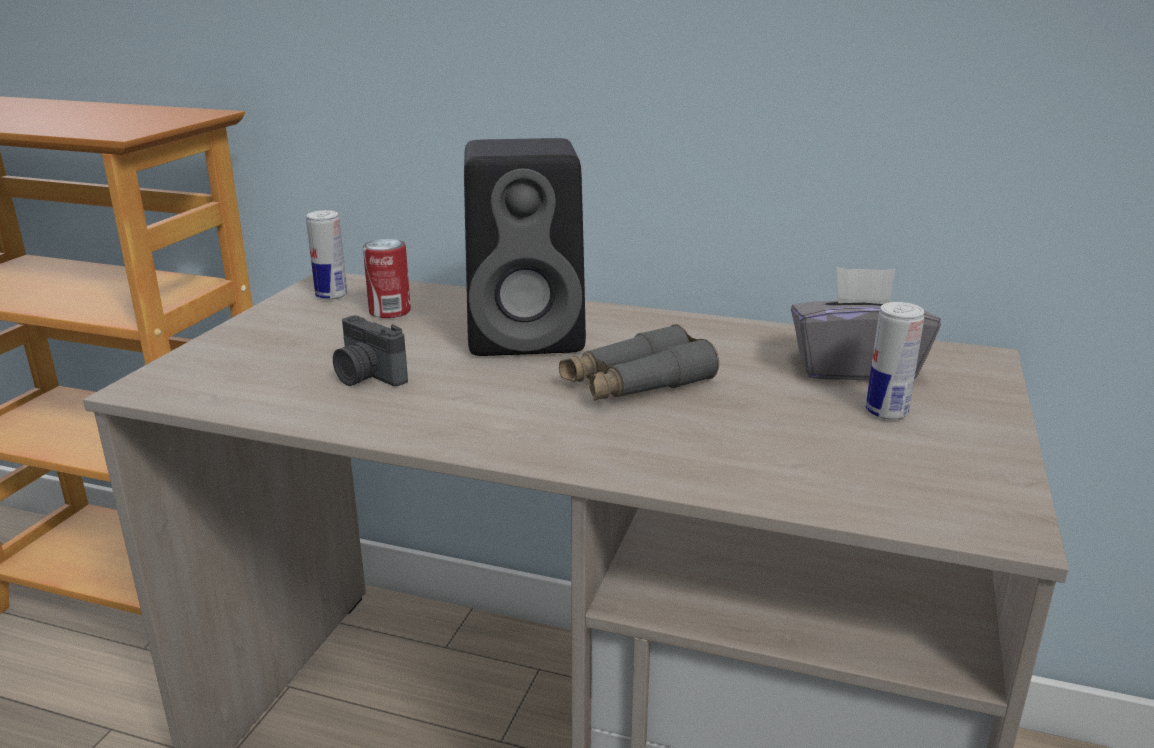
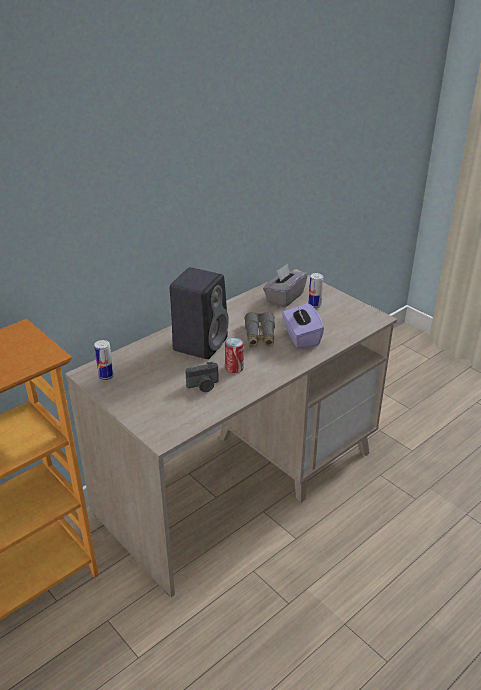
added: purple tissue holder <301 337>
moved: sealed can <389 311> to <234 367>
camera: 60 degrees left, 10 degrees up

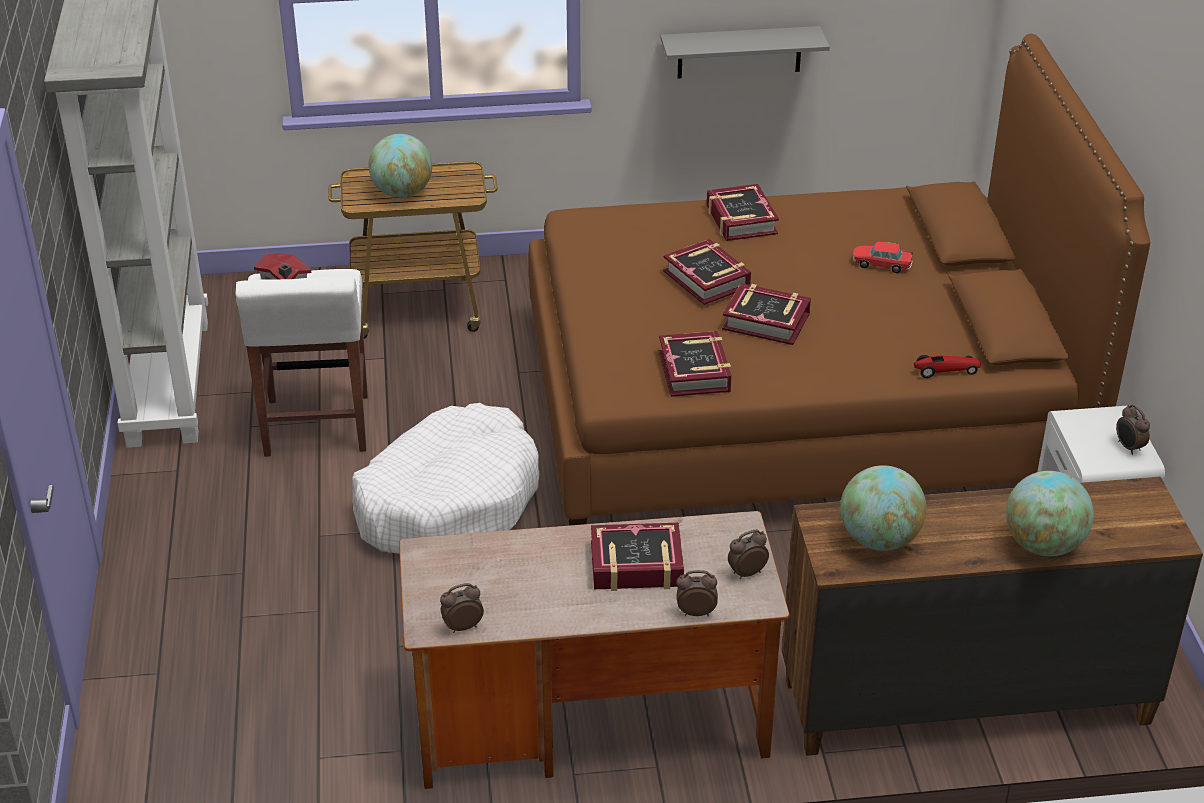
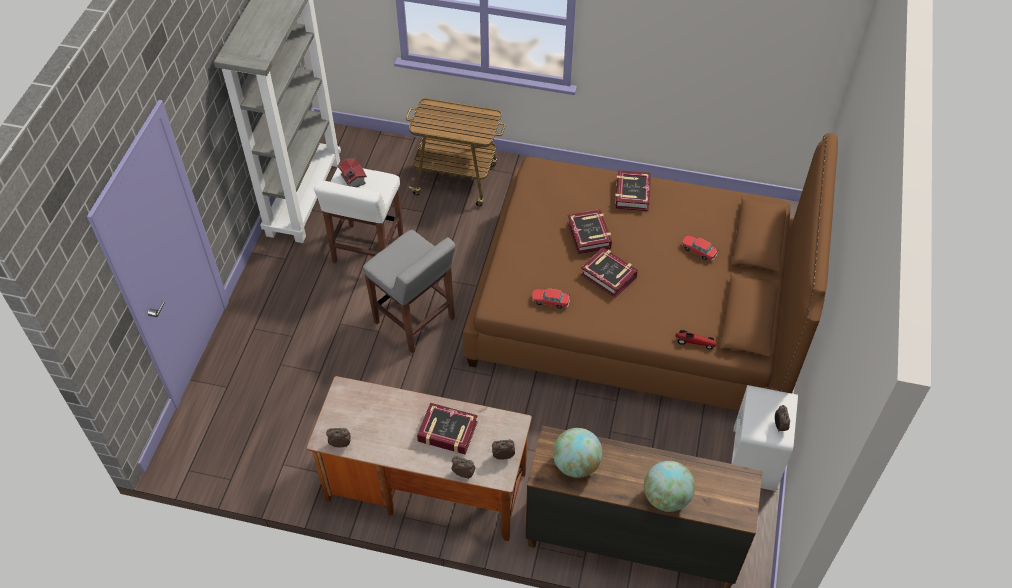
removed: gray bracket shelf <739 52>; desk globe <402 193>
replaced: volume <695 371> to model car <550 301>; white-coloured dog cushion <448 502> to gray stool seat <415 321>
camera: 20 degrees right, 15 degrees up

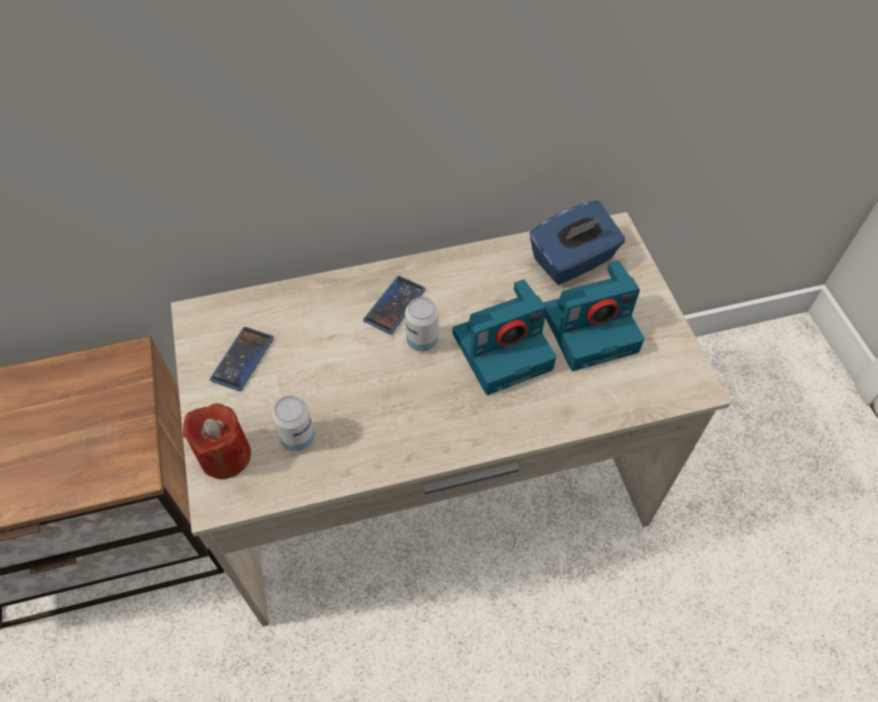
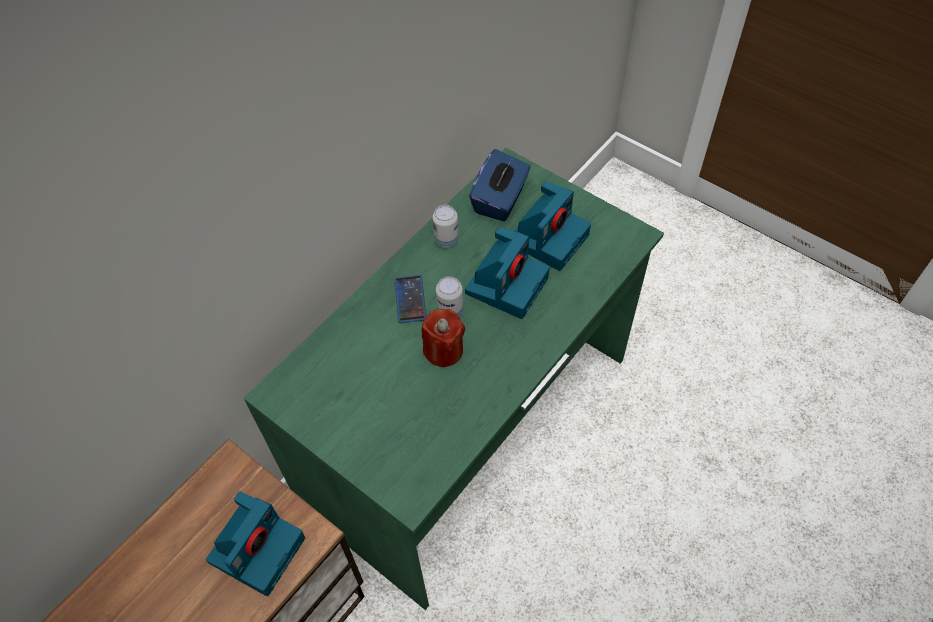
removed: handset <242 359>
added: photo camera <257 547>
moved: sealed can <298 438> to <446 240>; reddish wax light <225 456> to <443 350>
recoloured: beige desk table <439 491> to green-coloured desk table <471 431>
camera: 35 degrees left, 0 degrees up

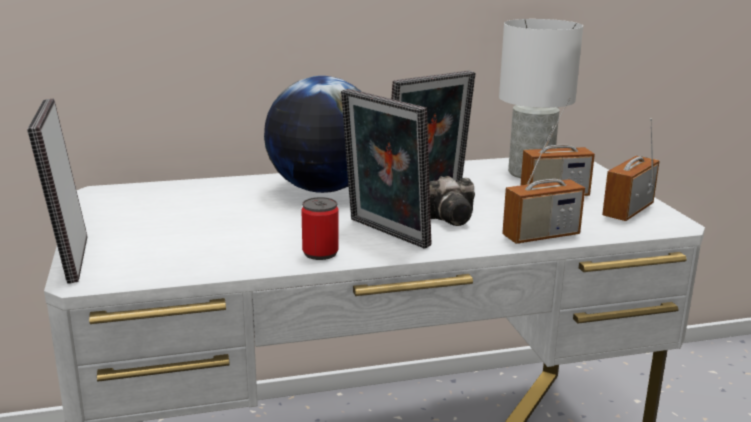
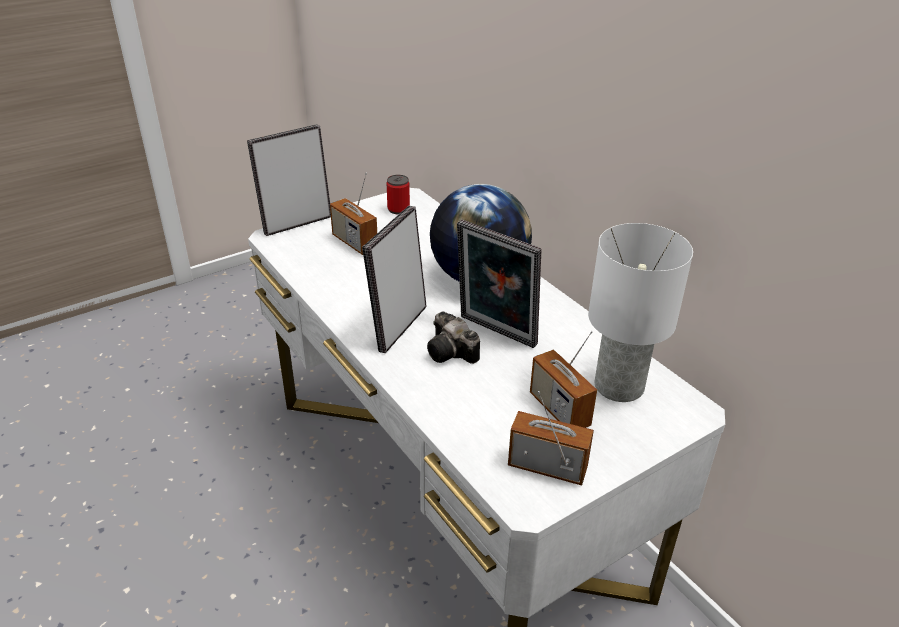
moved: radio <541 236> to <354 243>; sealed can <320 253> to <398 209>
camera: 70 degrees right, 15 degrees up

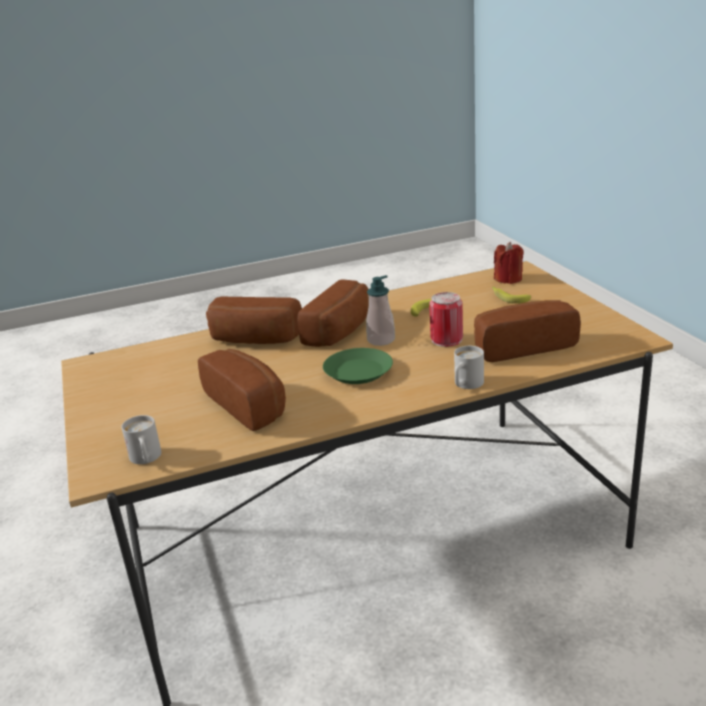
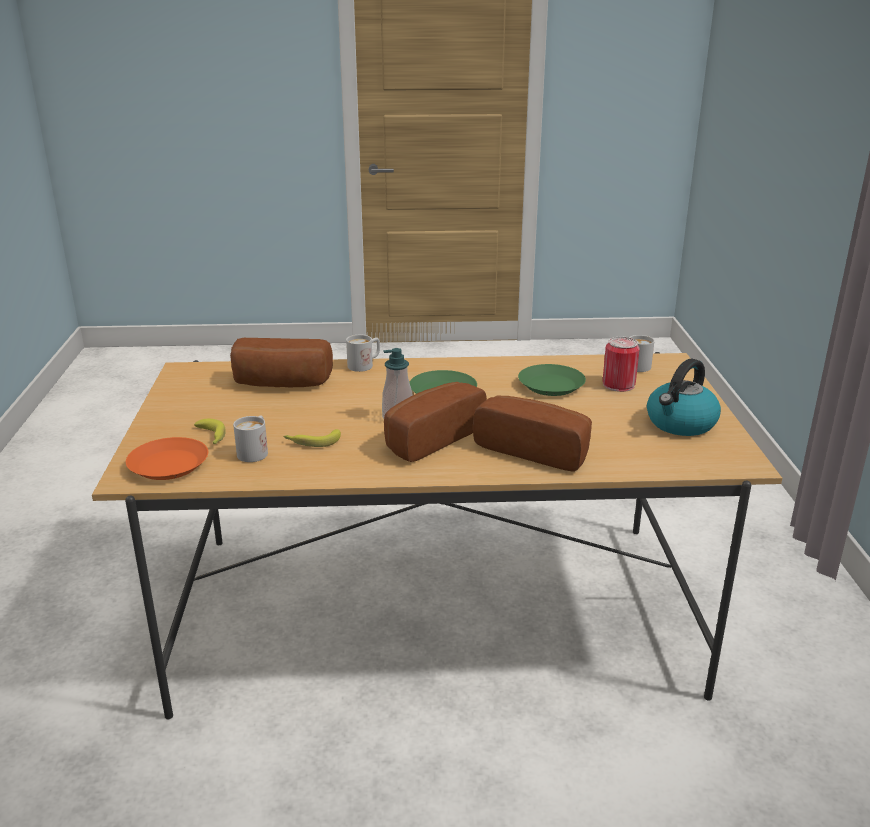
added: tea kettle <680 424>; white-coloured tea mug <255 451>
moved: sealed can <446 339> to <618 385>
replaced: reddish wax light <508 279> to orange-coloured dinner plate <168 465>; baked bread <249 404> to green-coloured dinner plate <551 385>
camera: 165 degrees left, 0 degrees up

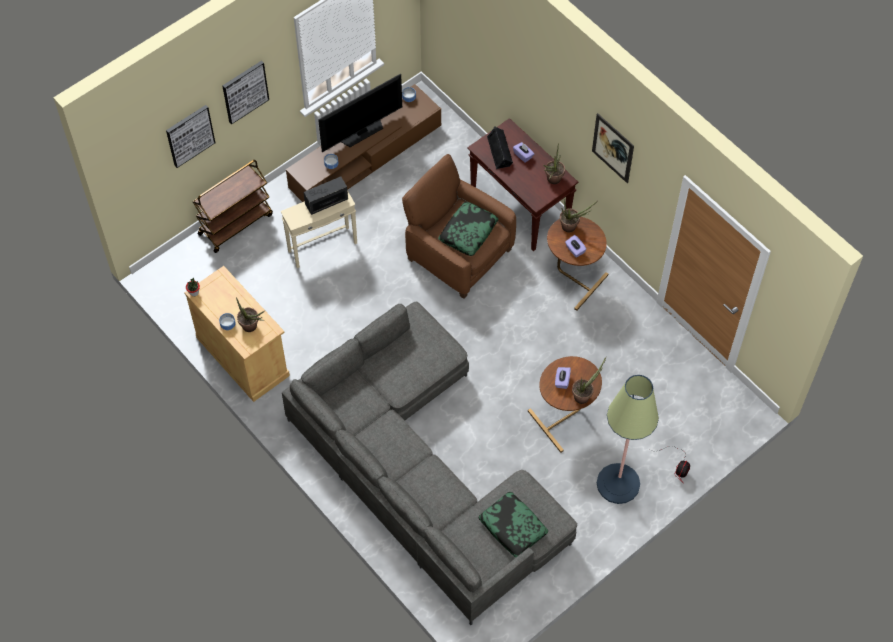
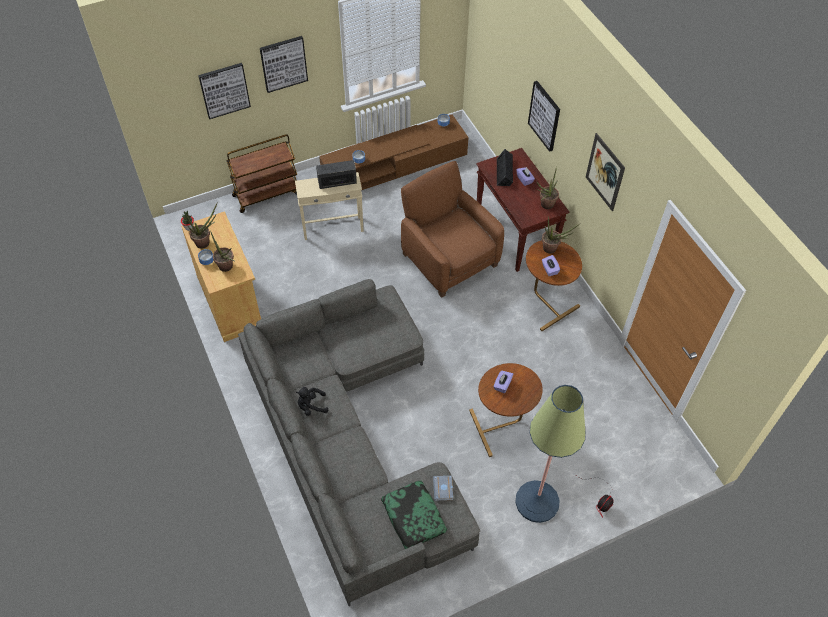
removed: TV <361 132>; pillow <468 232>
added: picture <545 116>; black soft toy <311 406>; gray volume <444 489>
moved: plant in a pot <584 395> to <205 242>
camera: 15 degrees right, 5 degrees down

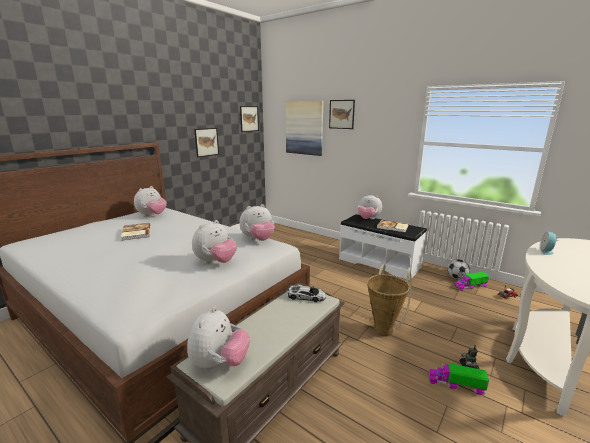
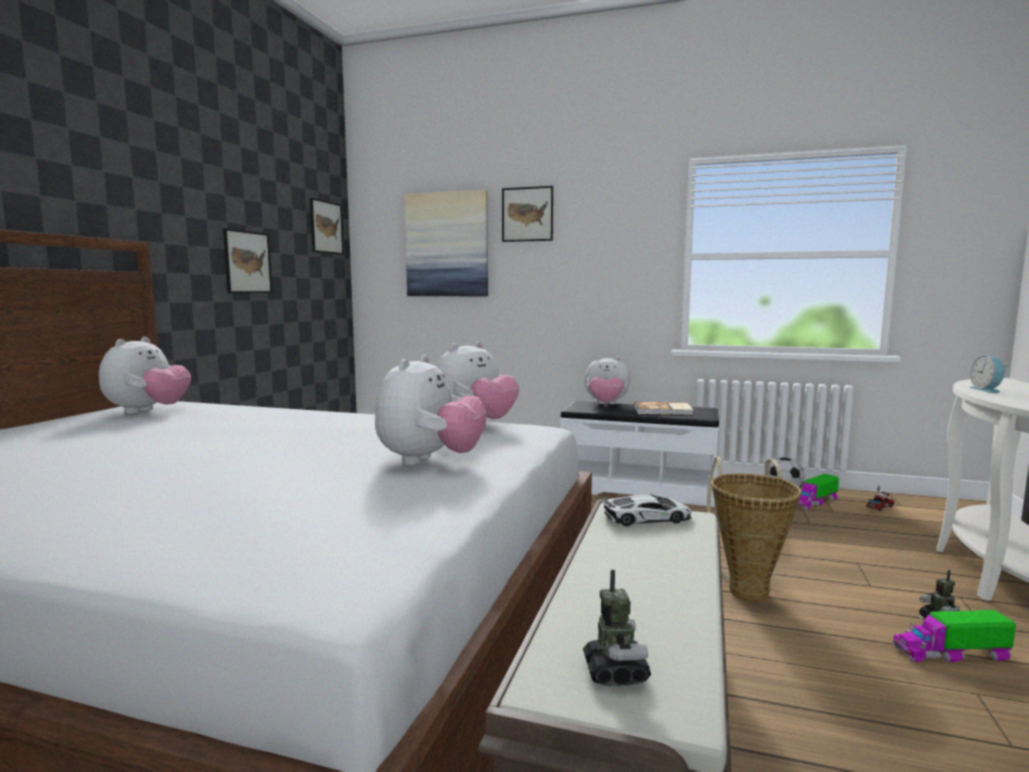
removed: volume <135 233>
replaced: soft toy <219 363> to robot figure <615 672>
camera: 20 degrees left, 10 degrees down

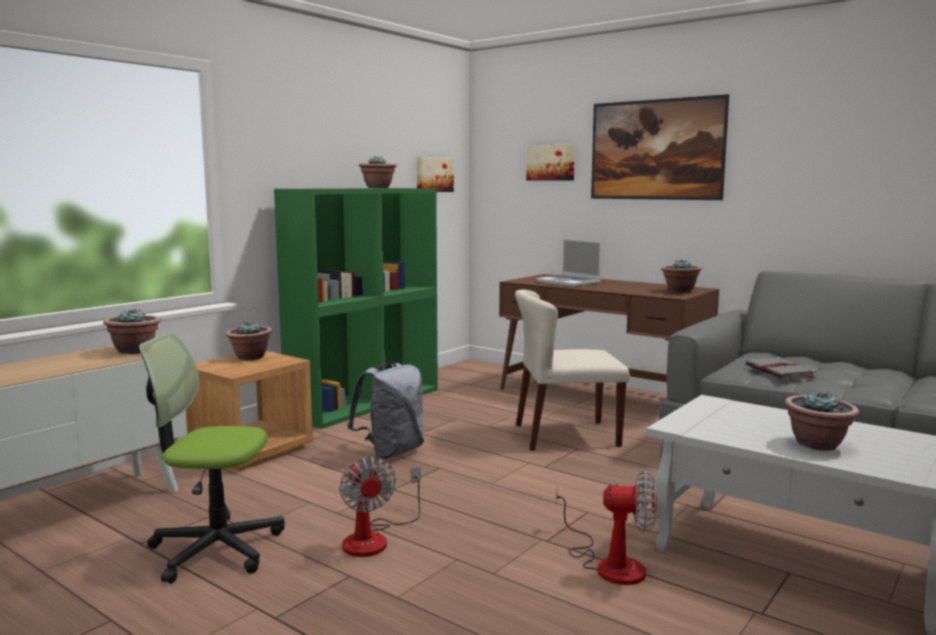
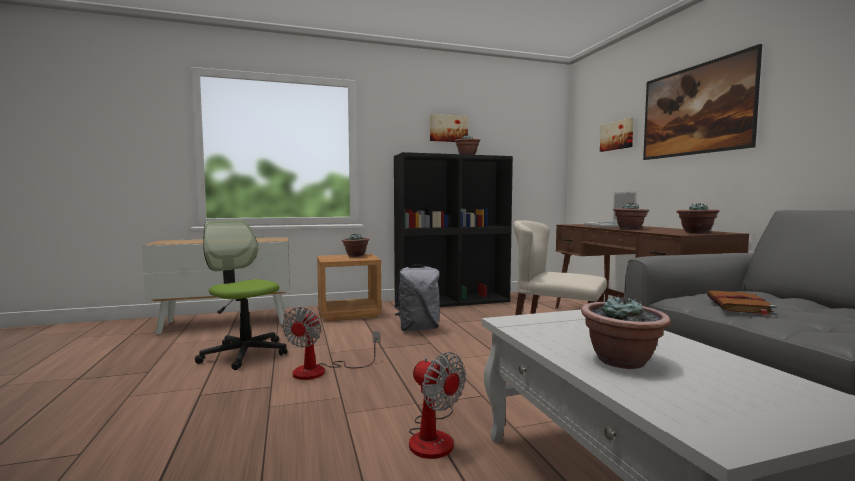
moved: picture <433 174> to <448 128>; plant in a pot <135 351> to <630 229>
recoloured: green-coloured shelving unit <365 402> to black shelving unit <452 301>; gray volume <781 372> to brown volume <739 305>
camera: 35 degrees right, 5 degrees down

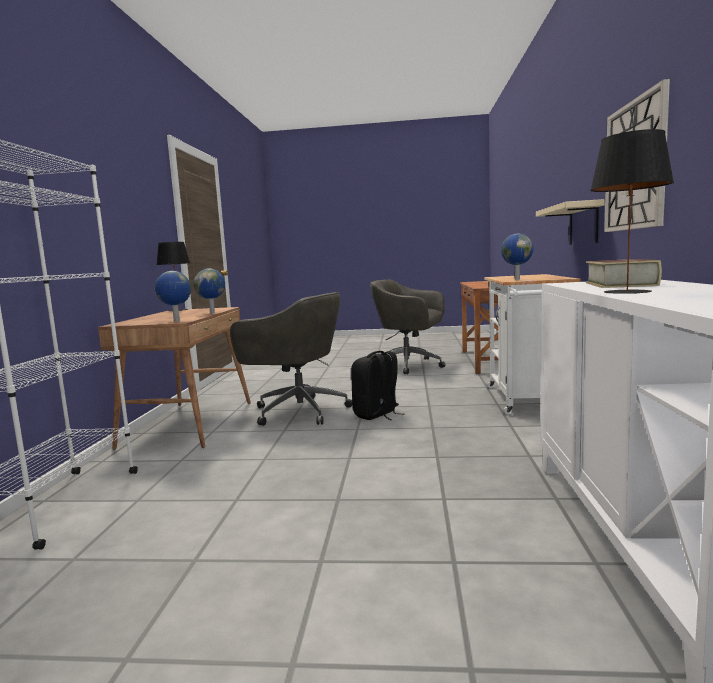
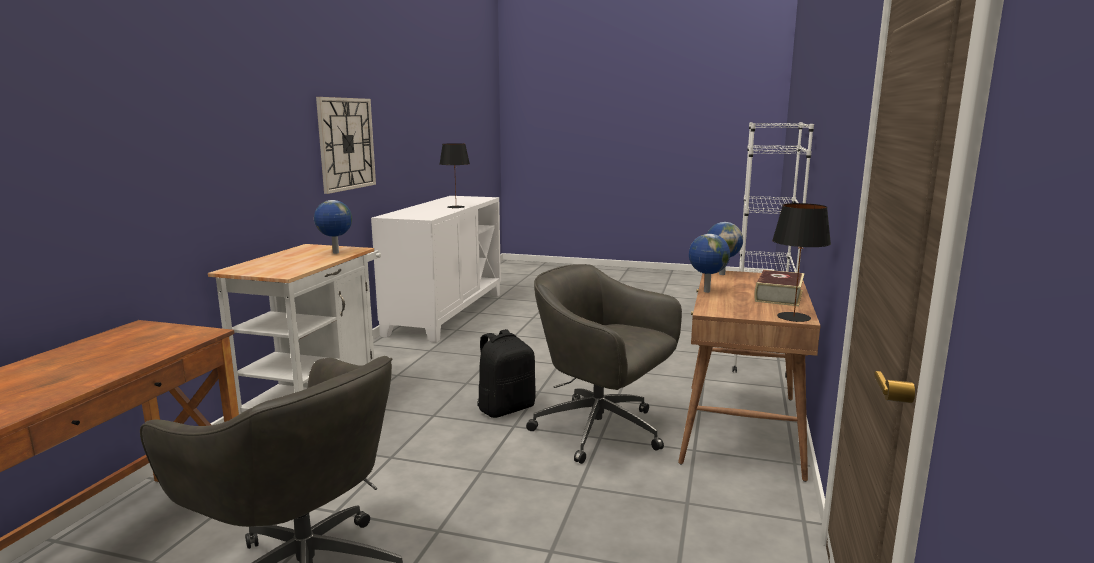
removed: beige bracket shelf <583 224>
moved: volume <620 284> to <778 296>
camera: 170 degrees left, 5 degrees up

